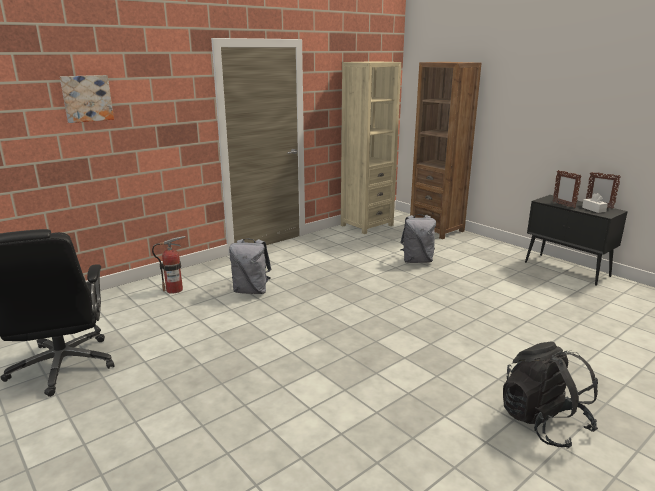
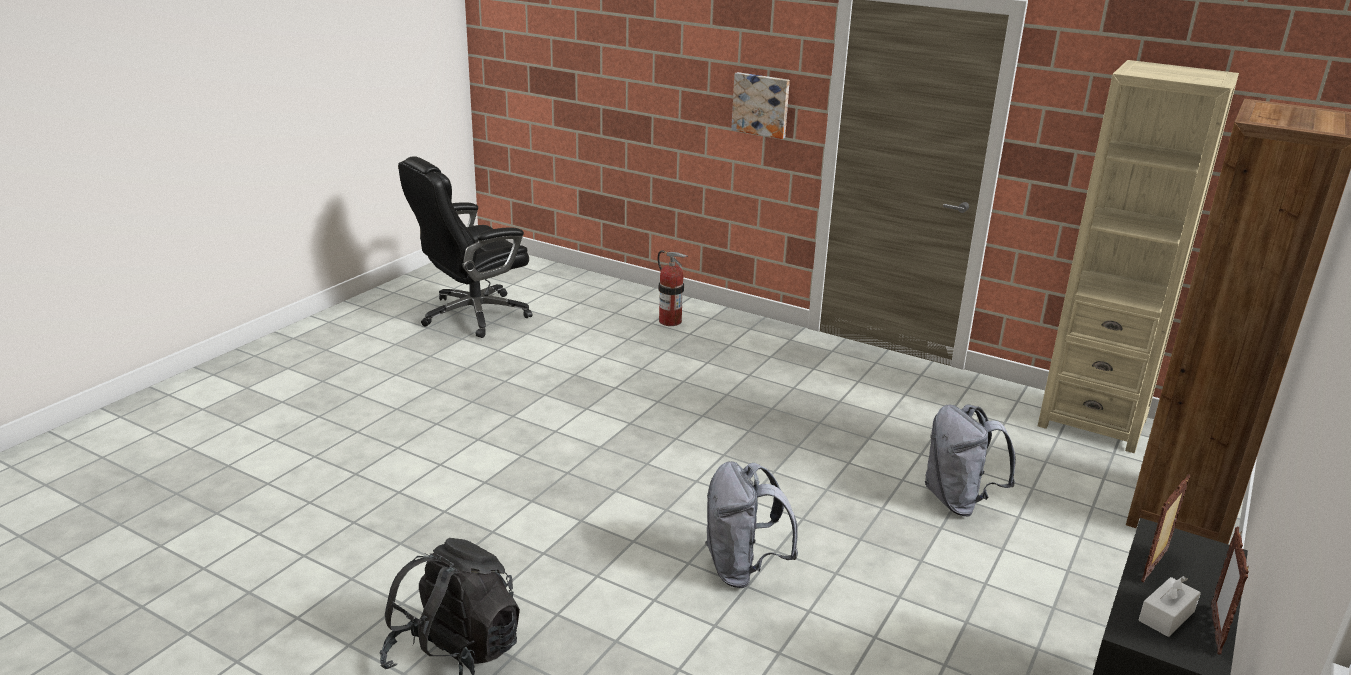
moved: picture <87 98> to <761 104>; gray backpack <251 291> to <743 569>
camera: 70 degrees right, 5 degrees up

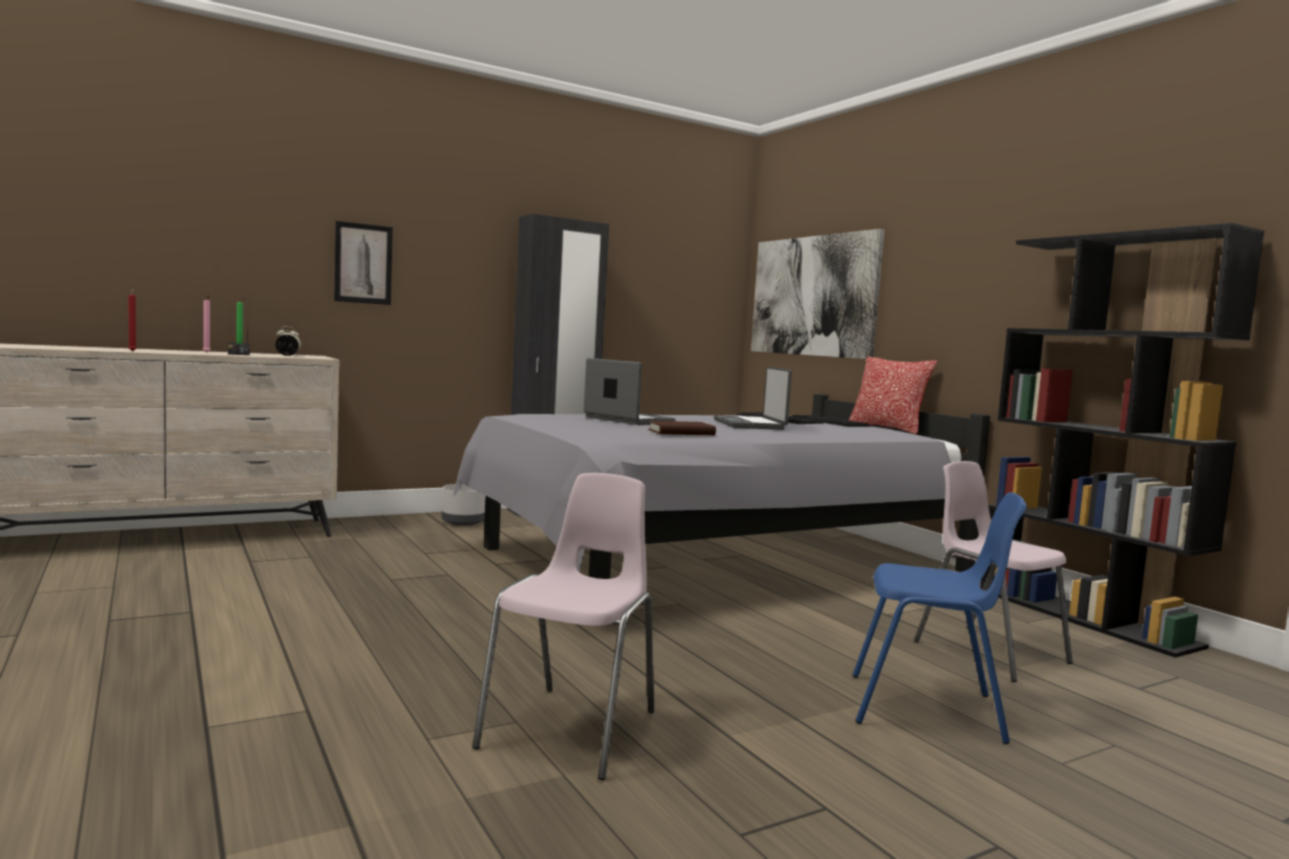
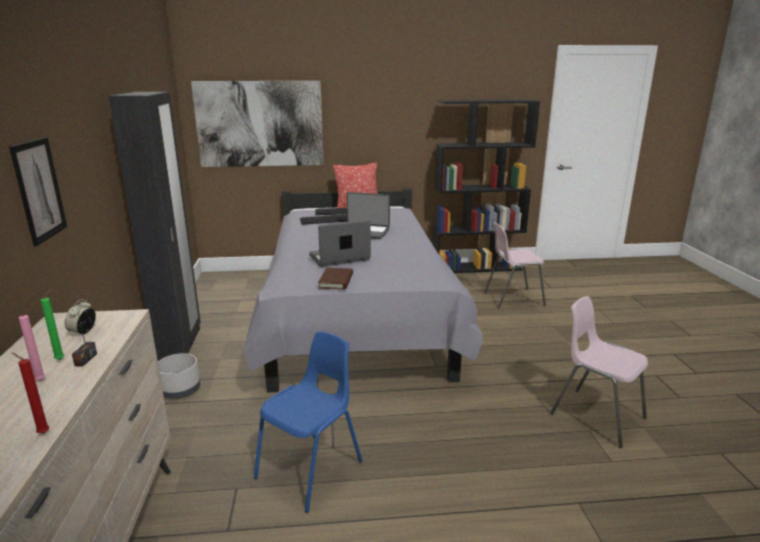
moved: brown volume <681 432> to <336 281>; blue plain chair <927 709> to <311 470>
camera: 65 degrees left, 15 degrees up

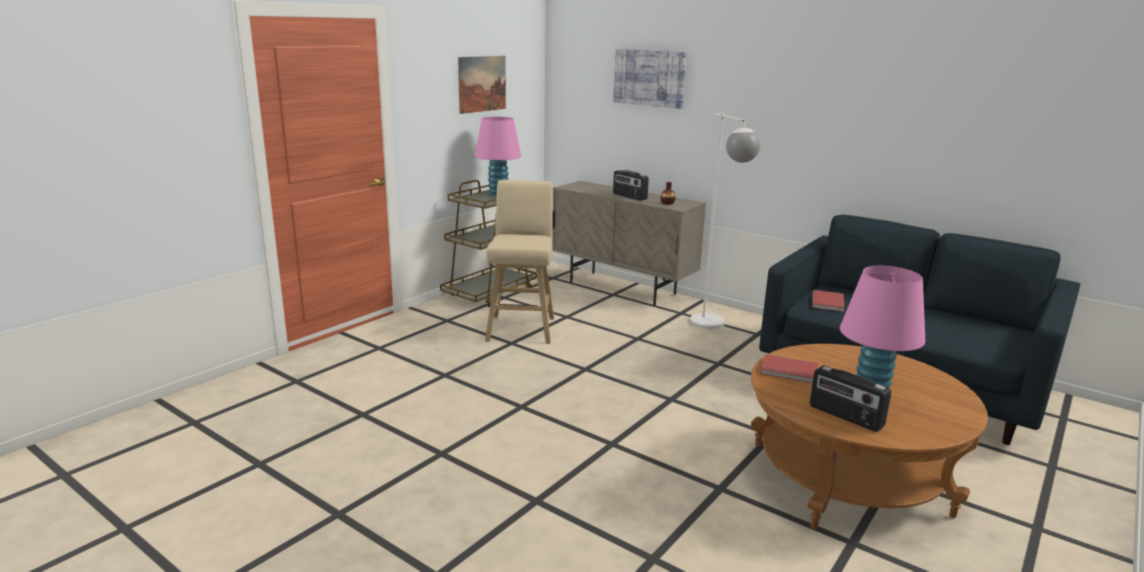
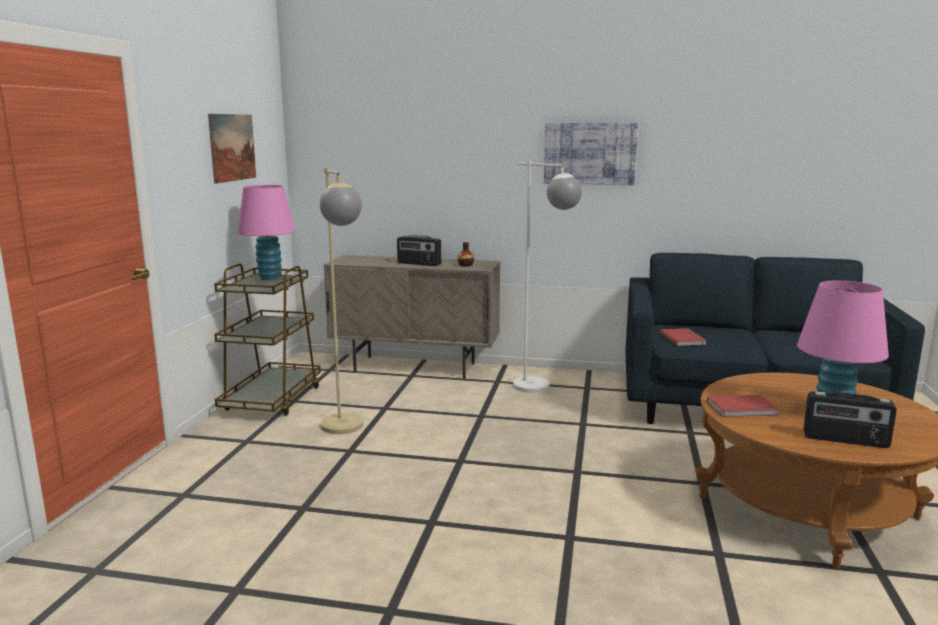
moved: picture <649 78> to <589 153>
replaced: beige stool seat <521 328> to beige standard lamp <346 431>
camera: 25 degrees left, 5 degrees down

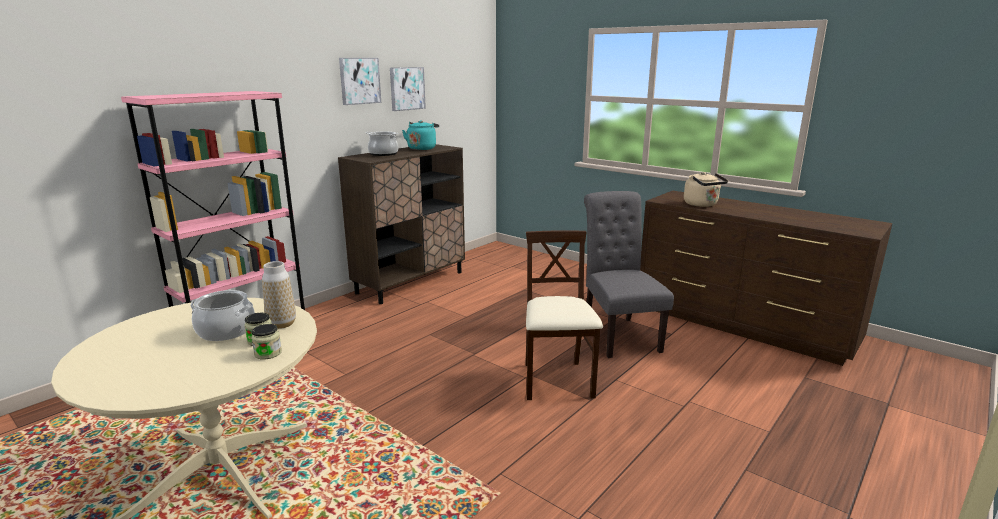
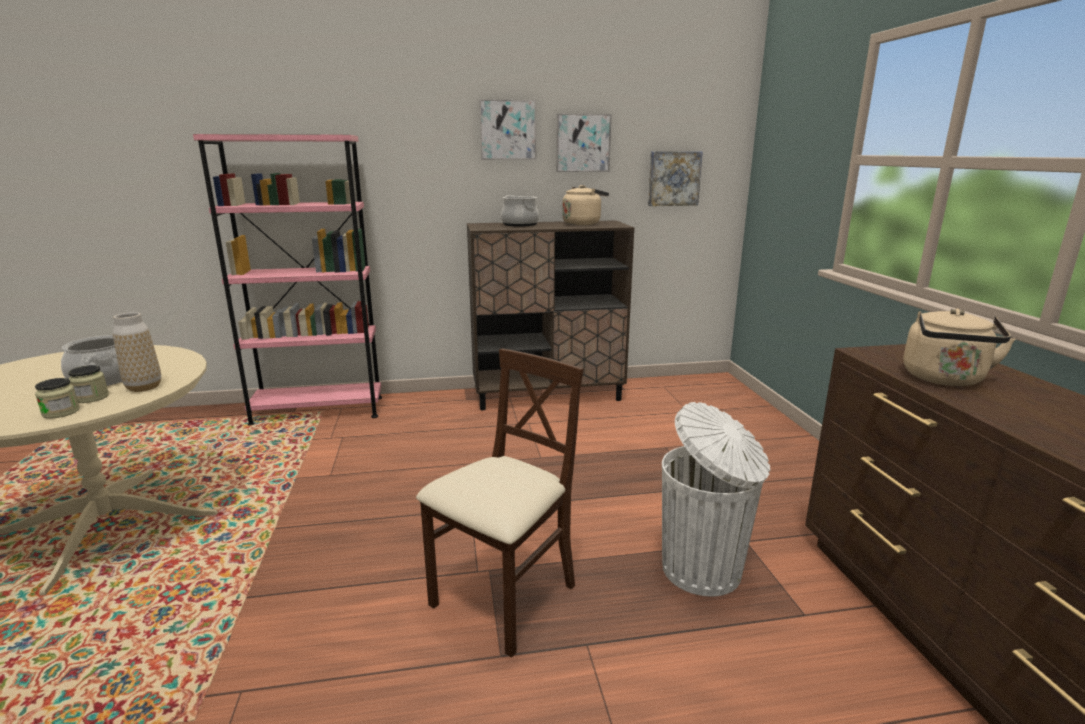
added: picture <673 178>
replaced: gray plain chair <618 334> to white-coloured rubbish bin <704 570>
recoloured: turquoise-coloured tea kettle <422 148> to beige tea kettle <583 223>
camera: 40 degrees right, 0 degrees up

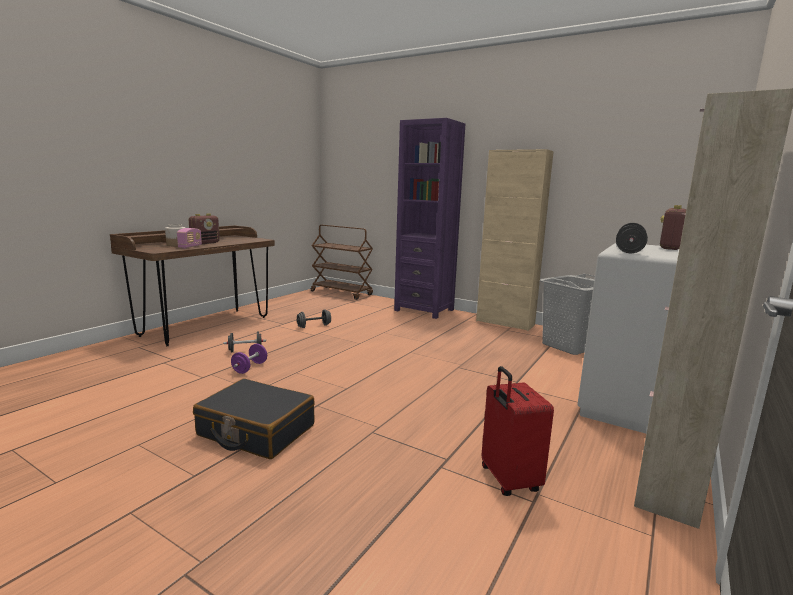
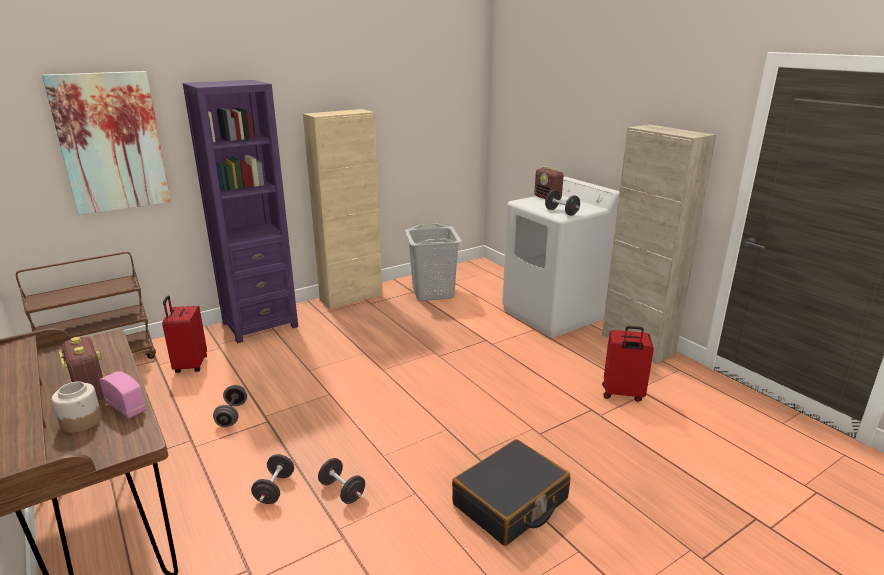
added: picture <111 143>; reddish piece of luggage <190 365>
recoloured: purple hand weight <250 368> to black hand weight <342 491>
camera: 65 degrees left, 10 degrees up

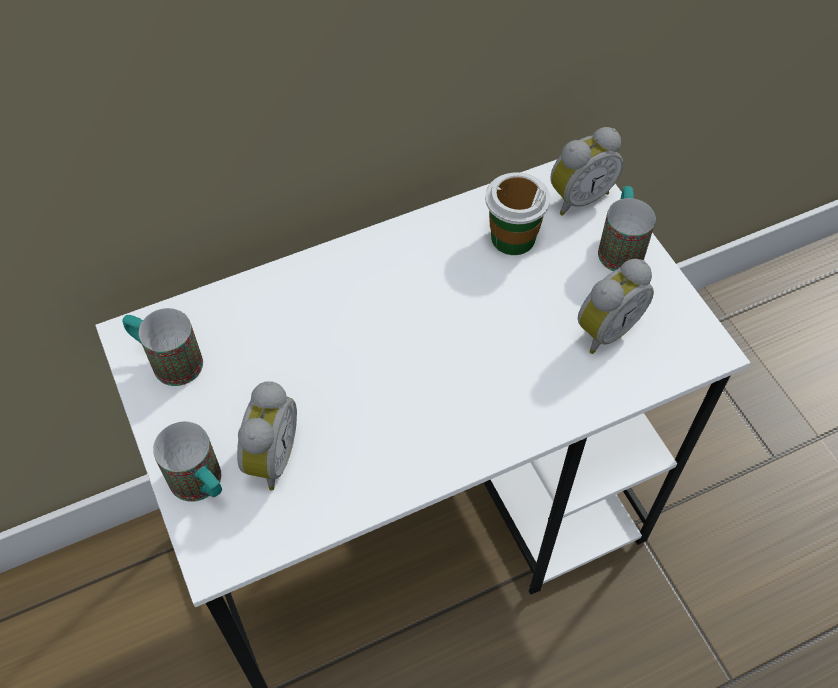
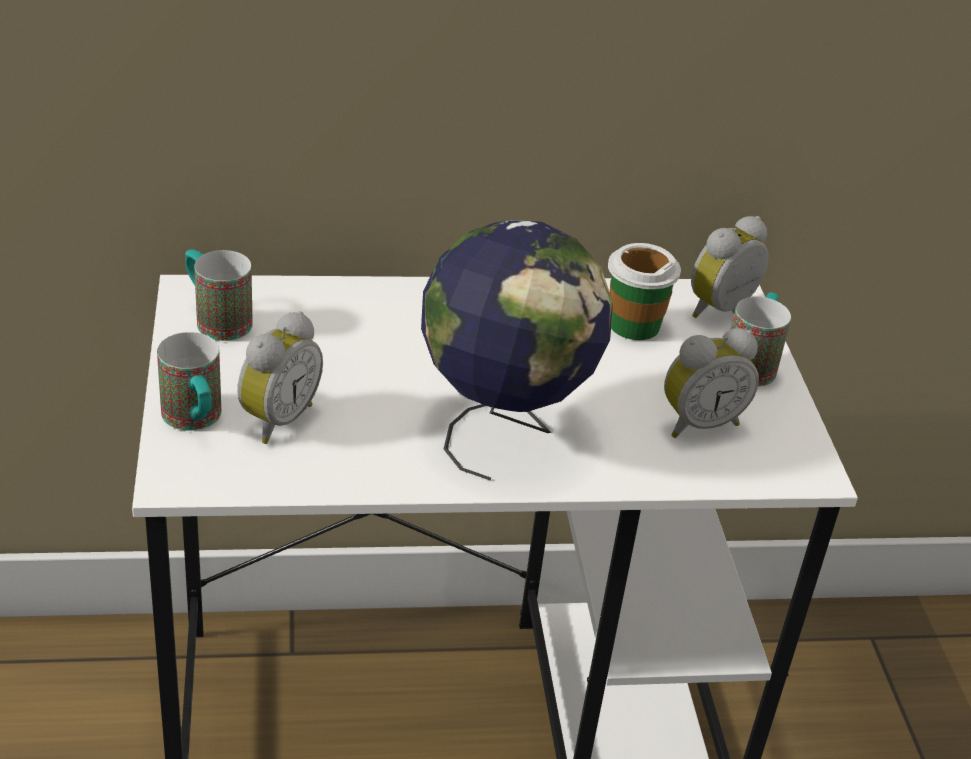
added: desk globe <503 430>
turned: bedside clock <578 197> = <724 313> 150 degrees clockwise
camera: 15 degrees right, 20 degrees down

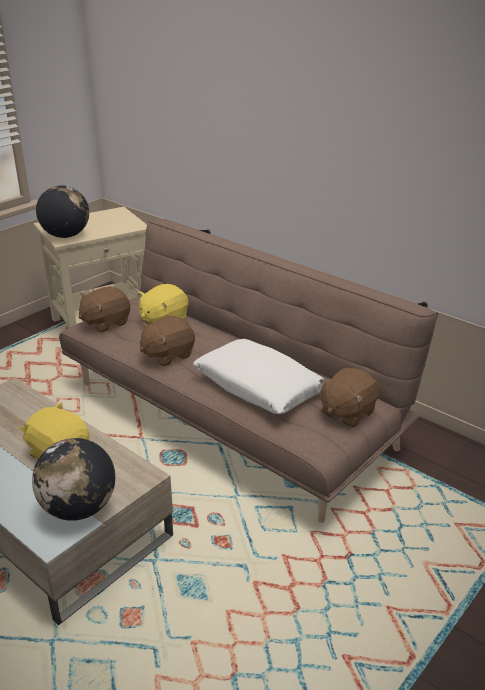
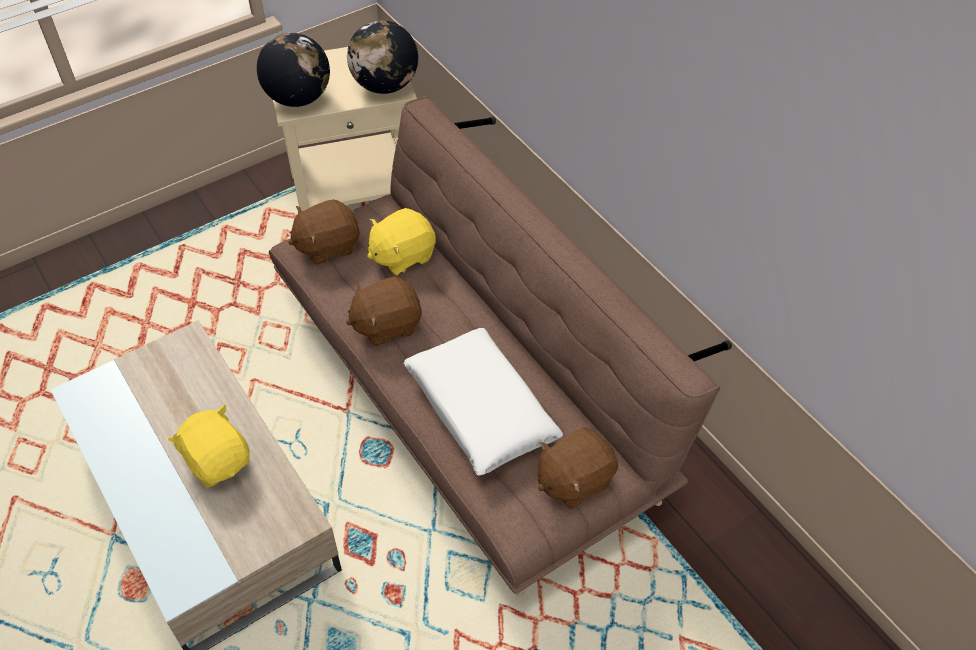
moved: desk globe <78 508> to <385 86>
camera: 15 degrees right, 20 degrees up

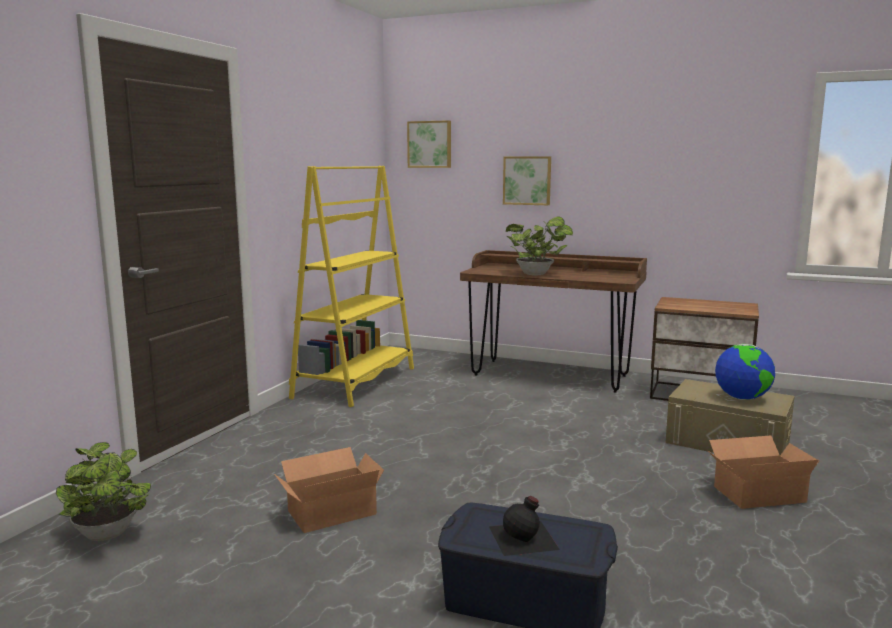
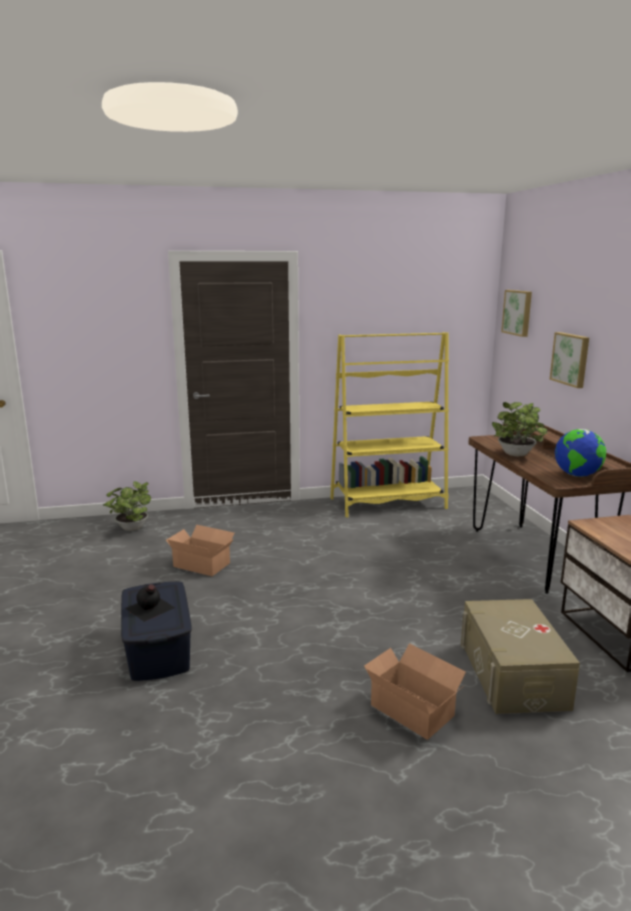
moved: desk globe <742 398> to <577 475>
camera: 55 degrees right, 5 degrees up

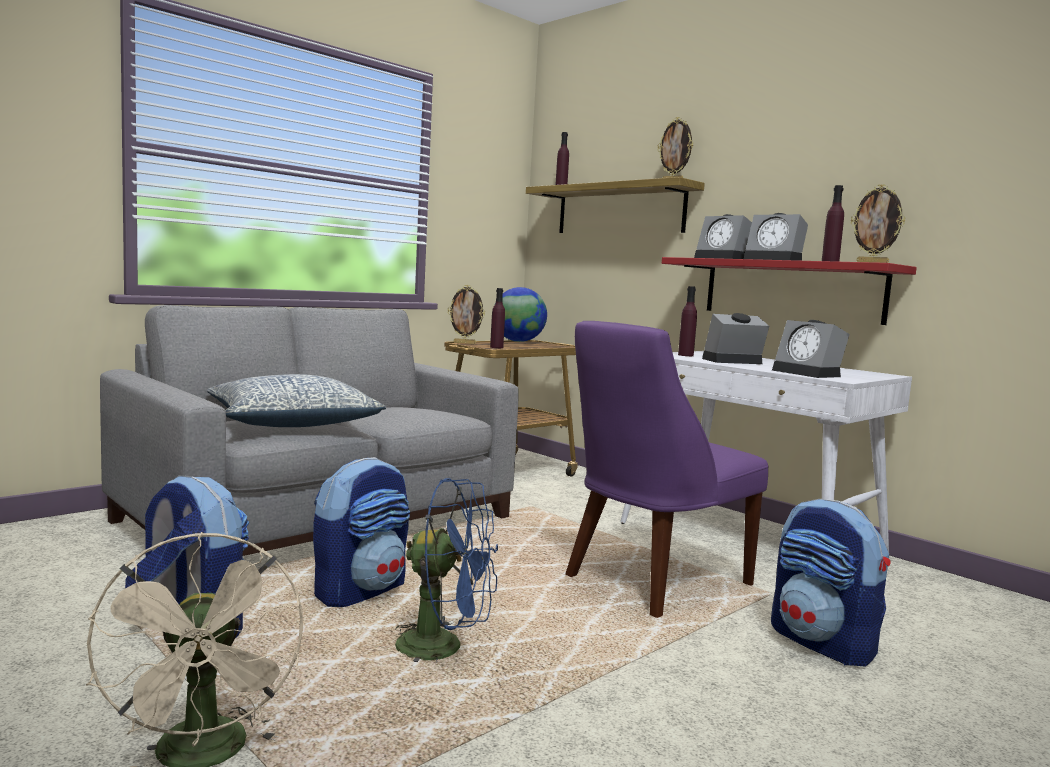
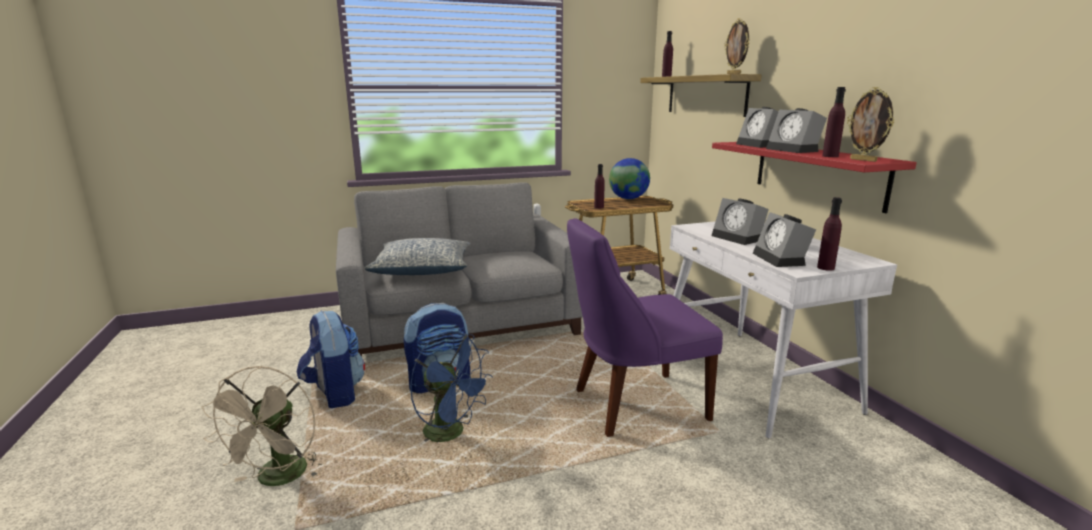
removed: picture frame <465 343>; backpack <823 643>
moved: purple beverage bottle <685 355> to <825 268>
turned: bedside clock <731 361> = <739 238> 135 degrees counterclockwise
camera: 25 degrees right, 10 degrees up

